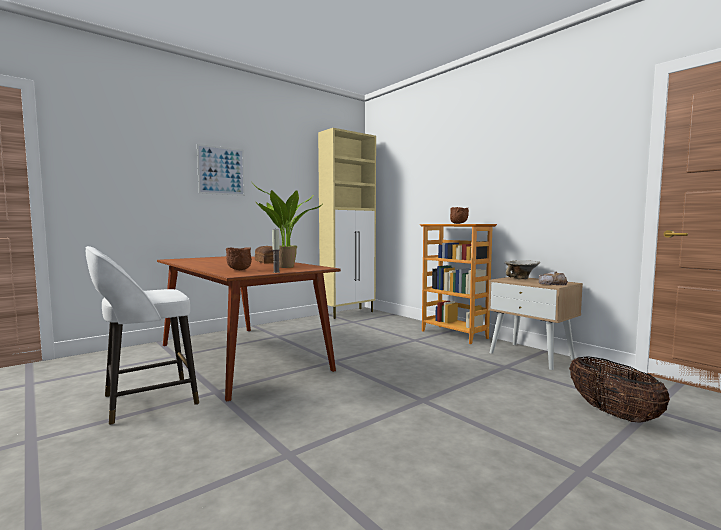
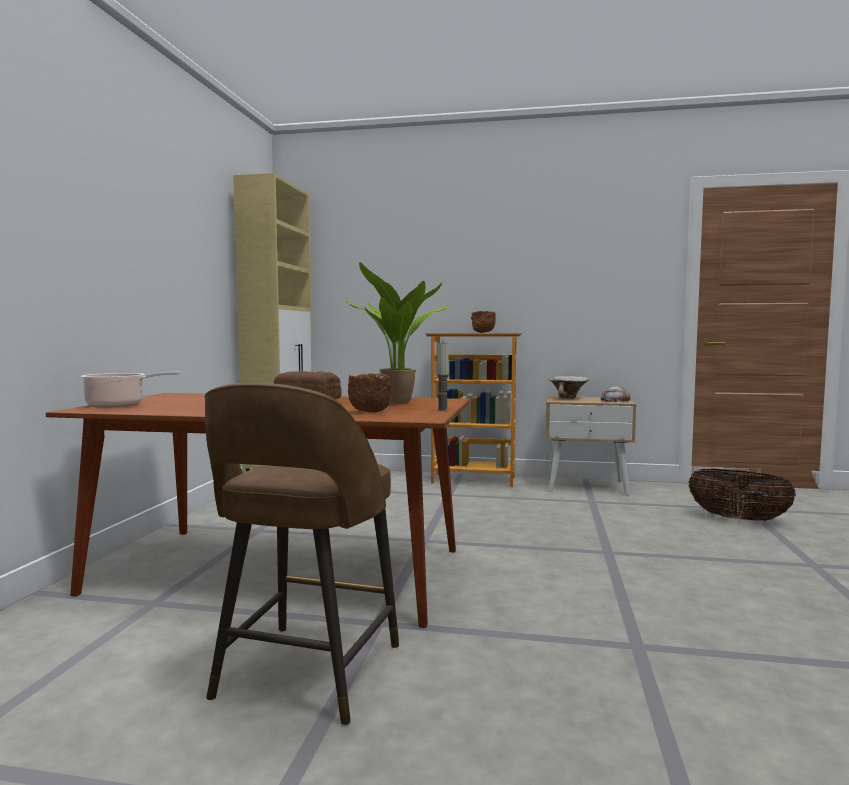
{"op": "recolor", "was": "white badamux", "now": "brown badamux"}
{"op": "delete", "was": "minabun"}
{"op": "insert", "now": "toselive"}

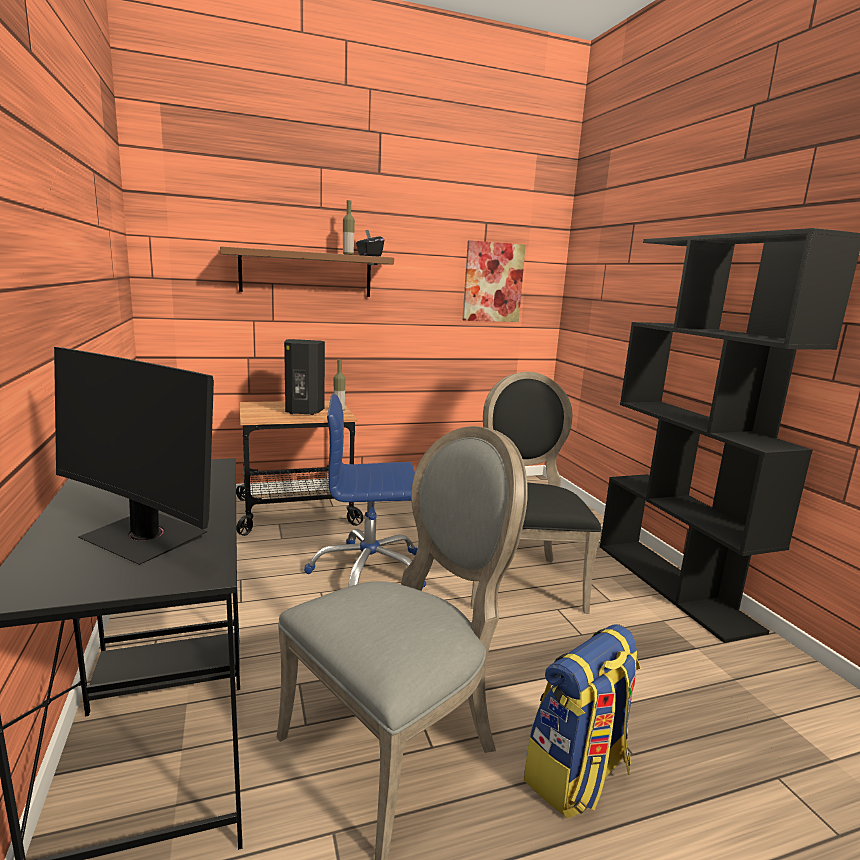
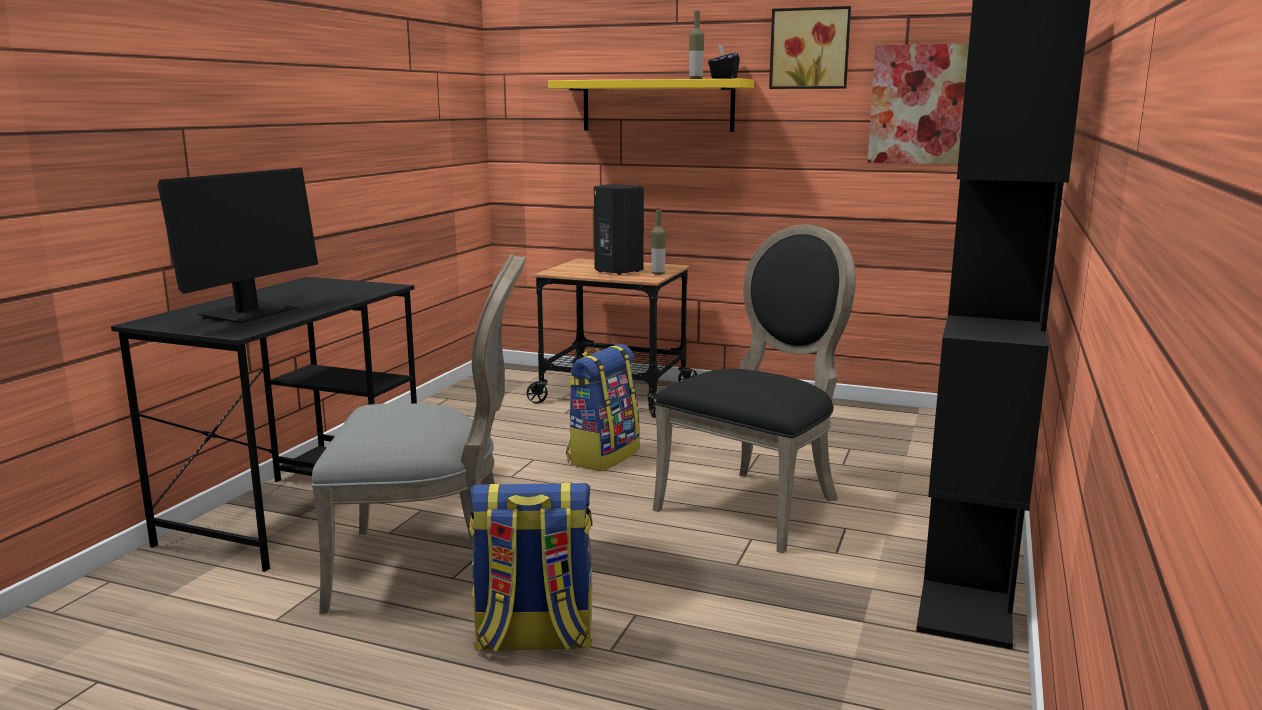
{"op": "rotate", "was": "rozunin", "clockwise": -135}
{"op": "recolor", "was": "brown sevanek", "now": "yellow sevanek"}
{"op": "replace", "was": "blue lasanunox", "now": "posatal (2nd from left)"}
{"op": "insert", "now": "minabun (1st from left)"}

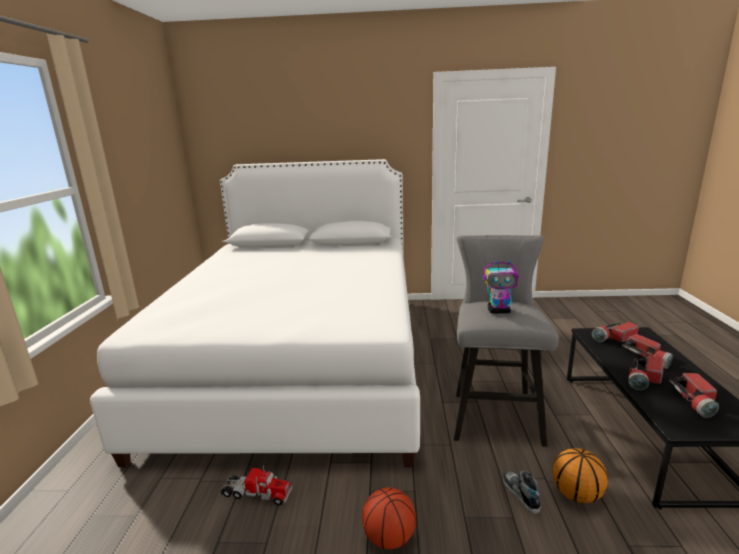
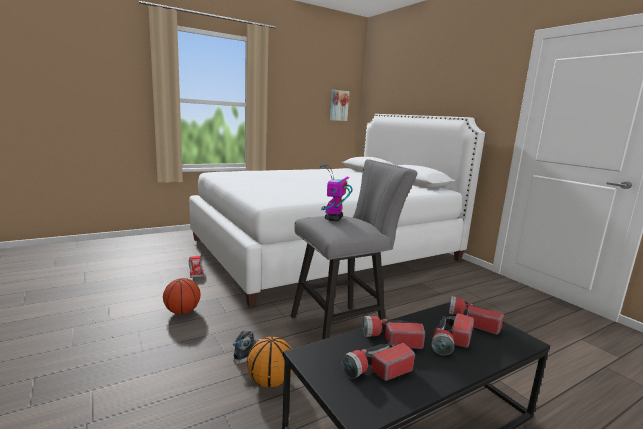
{"op": "rotate", "was": "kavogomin", "clockwise": 45}
{"op": "insert", "now": "minabun"}

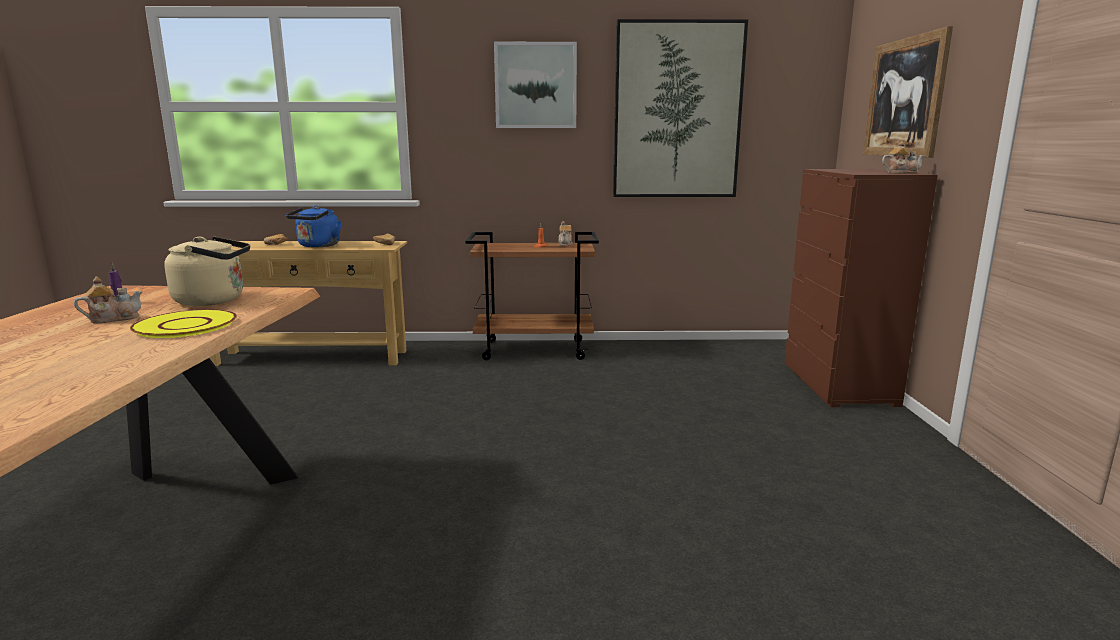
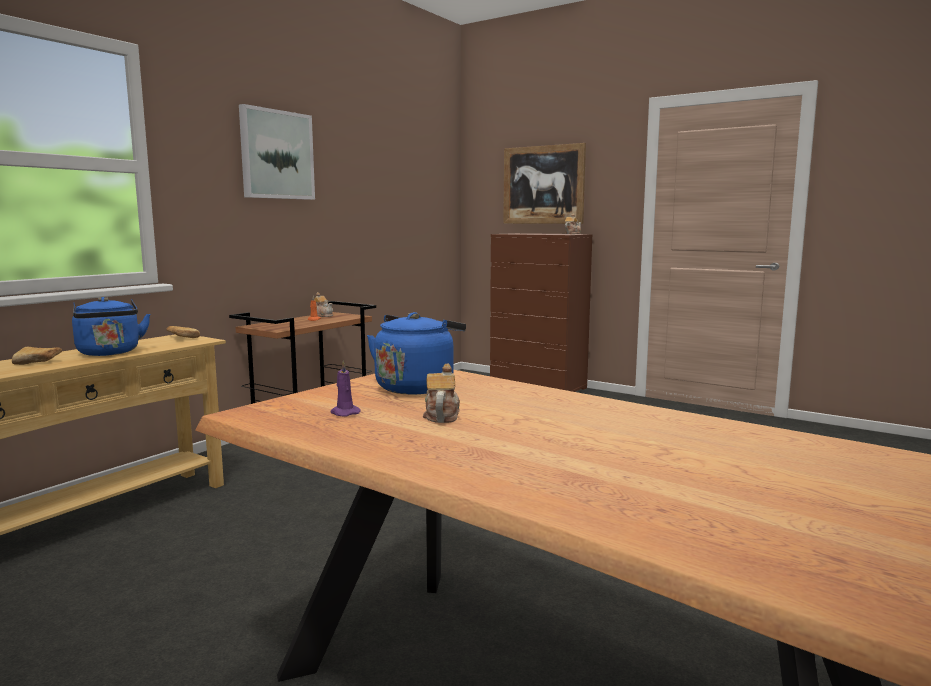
{"op": "delete", "was": "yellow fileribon"}
{"op": "recolor", "was": "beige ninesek", "now": "blue ninesek (2nd from left)"}
{"op": "delete", "was": "minabun (2nd from left)"}

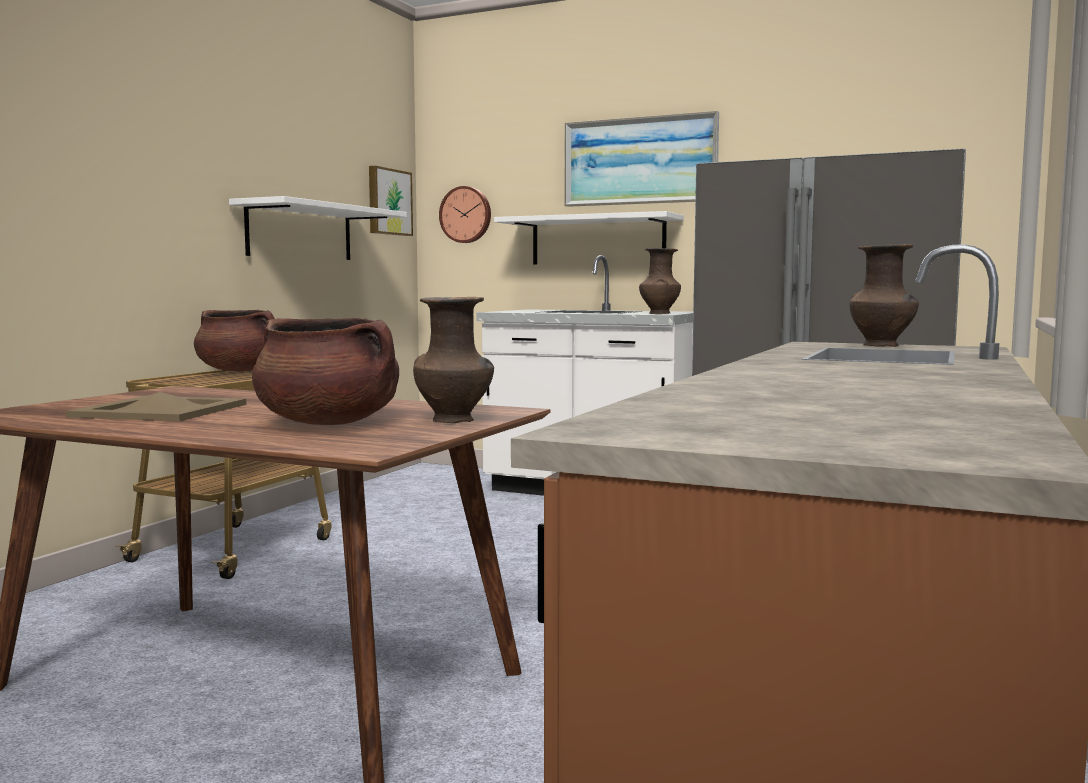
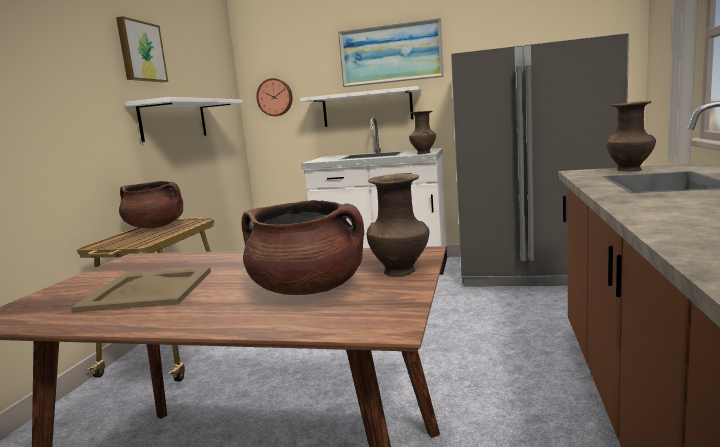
{"op": "move", "was": "minabun (1st from left)"}

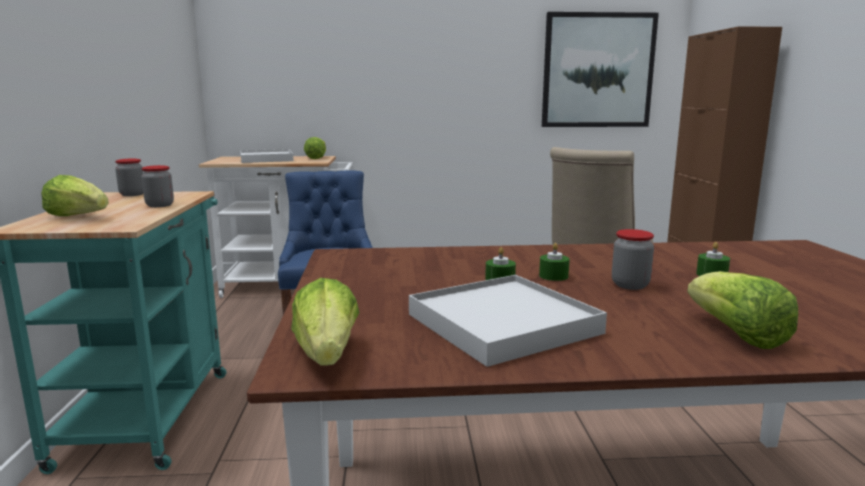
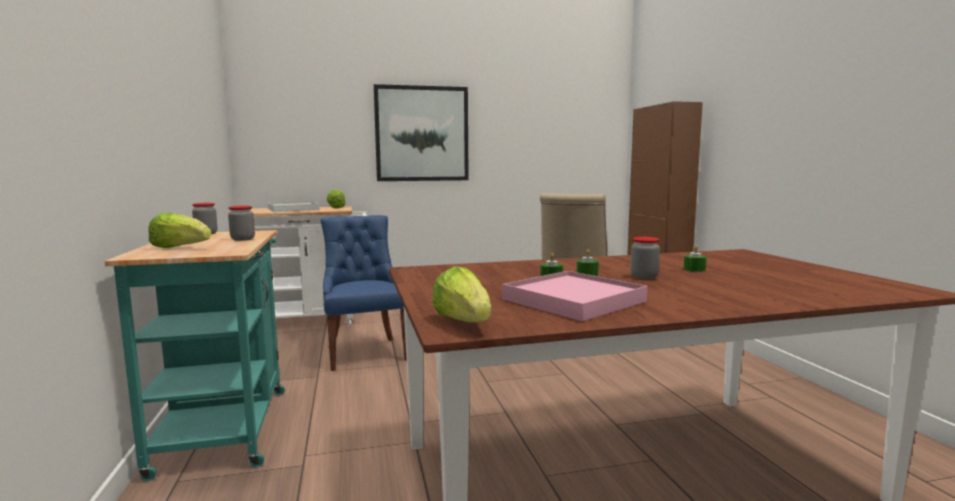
{"op": "recolor", "was": "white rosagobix (2nd from left)", "now": "pink rosagobix"}
{"op": "move", "was": "minabun"}
{"op": "delete", "was": "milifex (4th from left)"}

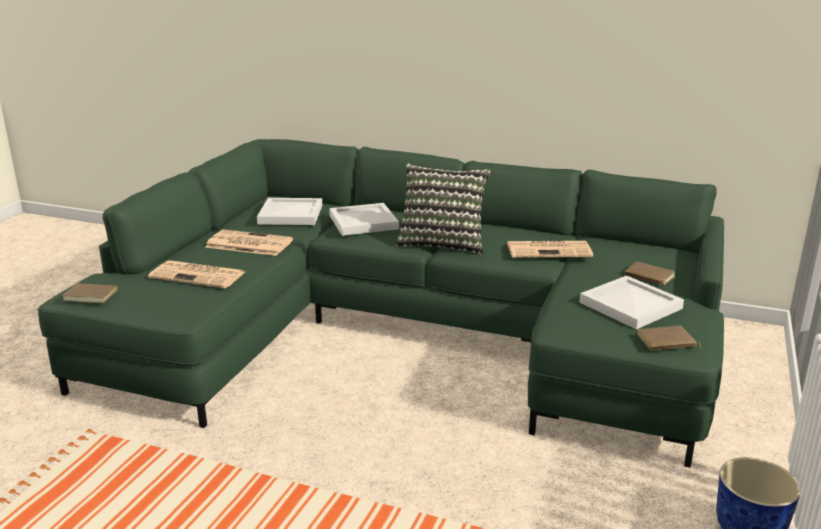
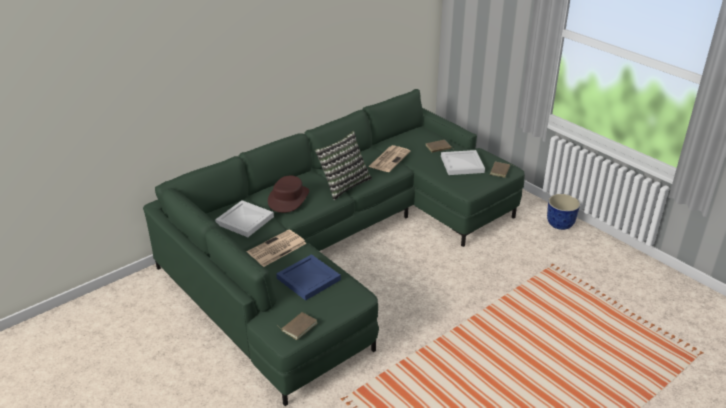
{"op": "replace", "was": "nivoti (1st from left)", "now": "blue rosagobix"}
{"op": "replace", "was": "white rosagobix (2nd from left)", "now": "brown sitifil"}

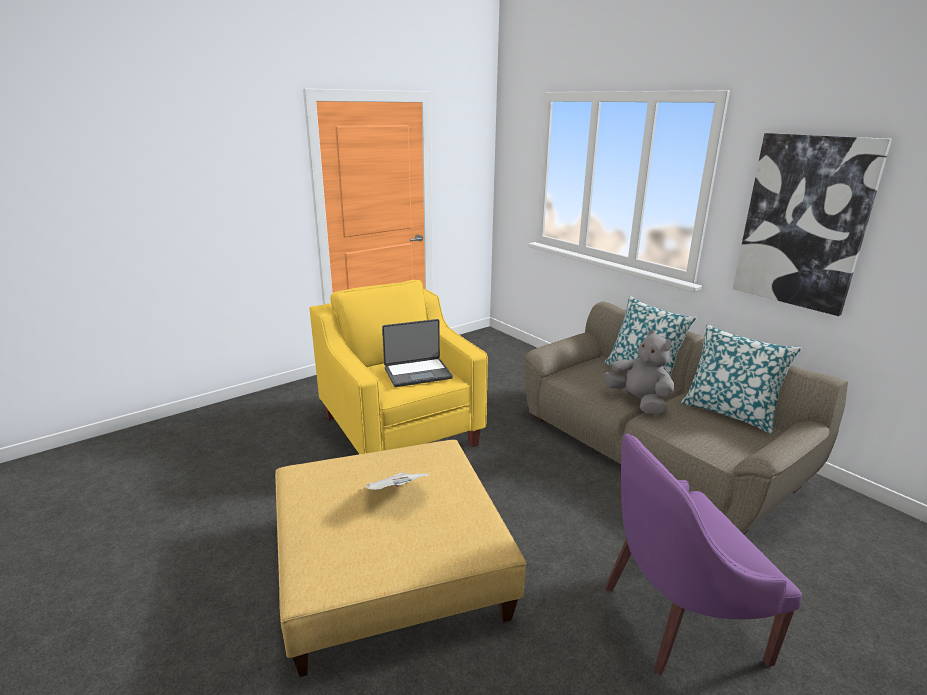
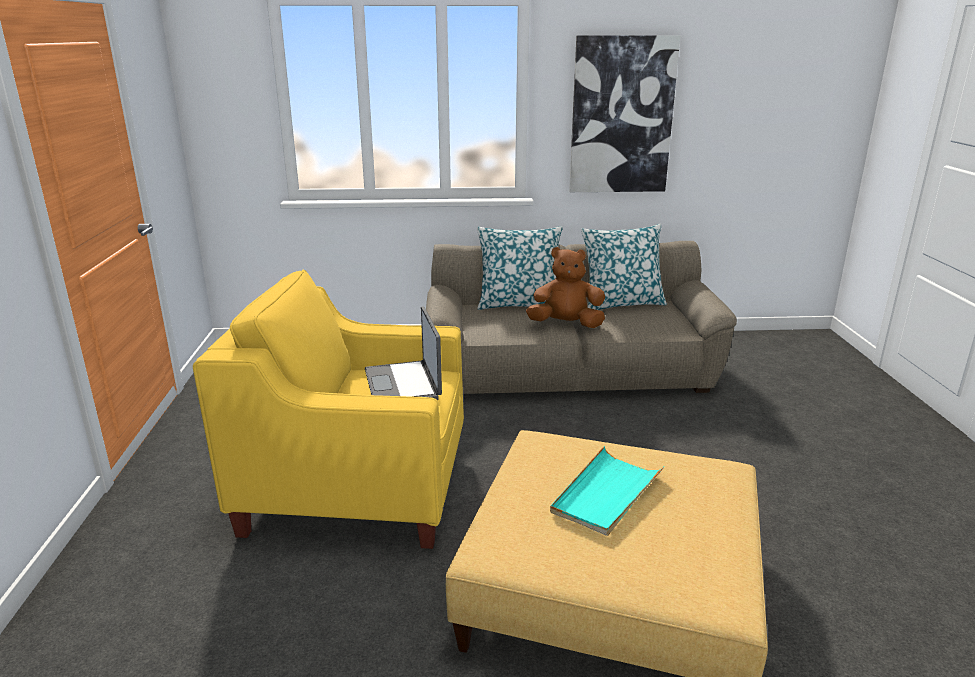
{"op": "replace", "was": "nivoti", "now": "turquoise rosagobix"}
{"op": "rotate", "was": "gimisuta", "clockwise": 150}
{"op": "recolor", "was": "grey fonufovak", "now": "brown fonufovak"}
{"op": "delete", "was": "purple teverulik"}

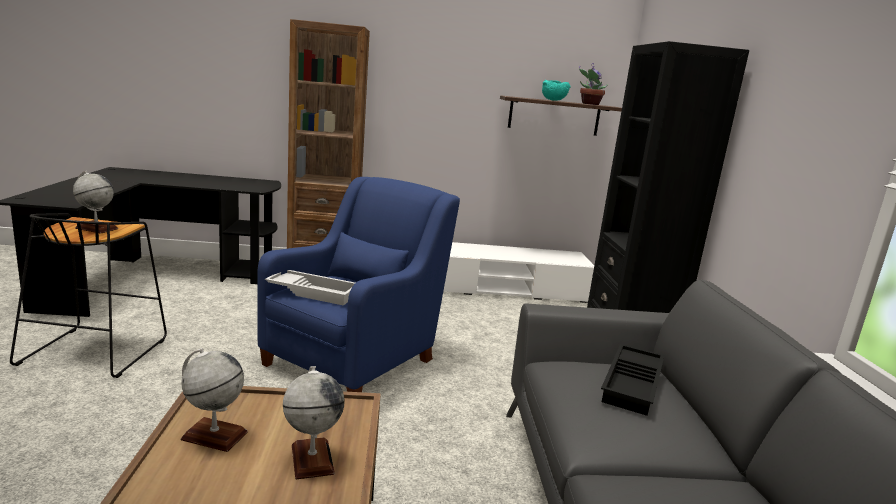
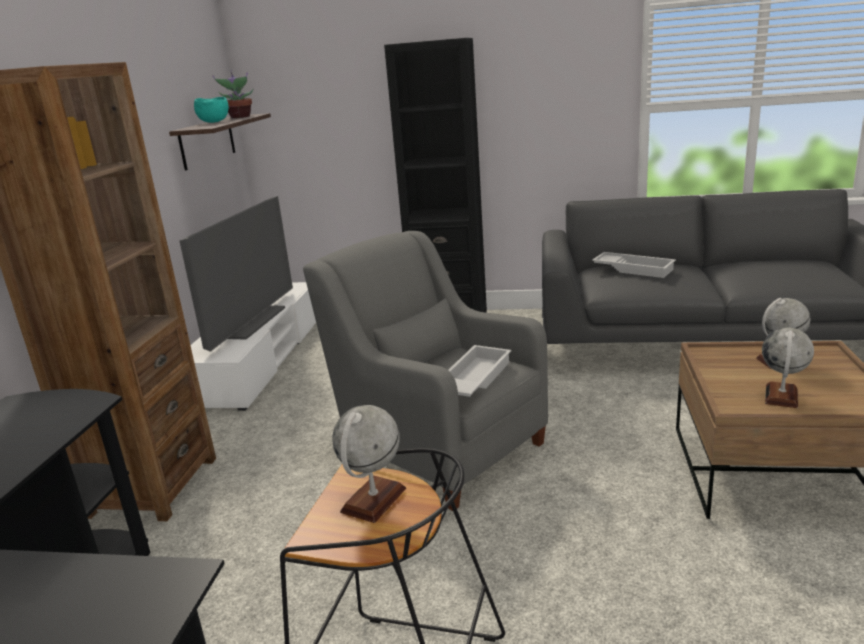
{"op": "recolor", "was": "blue teverulik", "now": "grey teverulik"}
{"op": "recolor", "was": "black rosagobix", "now": "white rosagobix (2nd from left)"}
{"op": "insert", "now": "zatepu"}

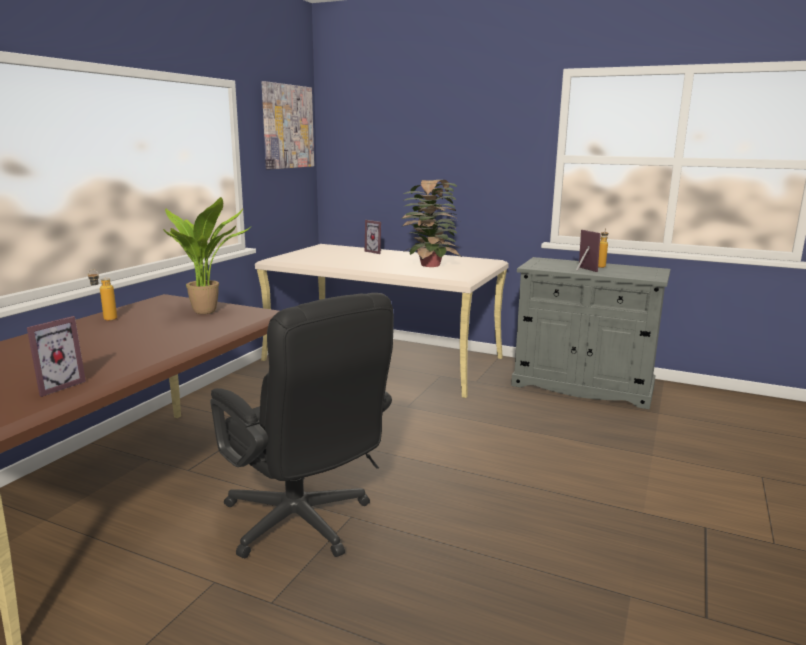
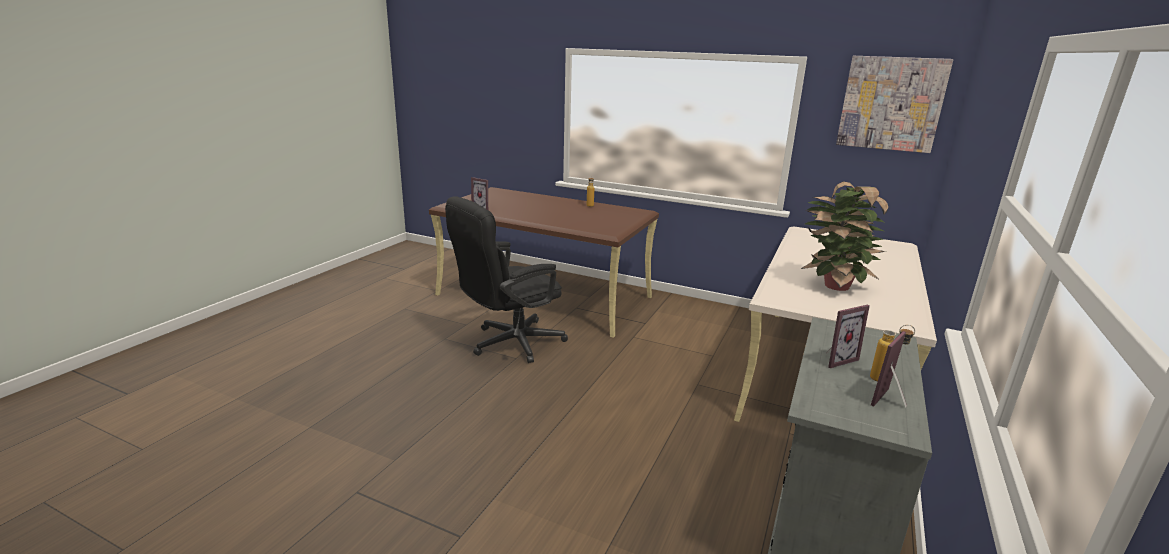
{"op": "delete", "was": "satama (1st from left)"}
{"op": "move", "was": "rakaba (2nd from left in the first image)", "now": "rakaba (3rd from left)"}

